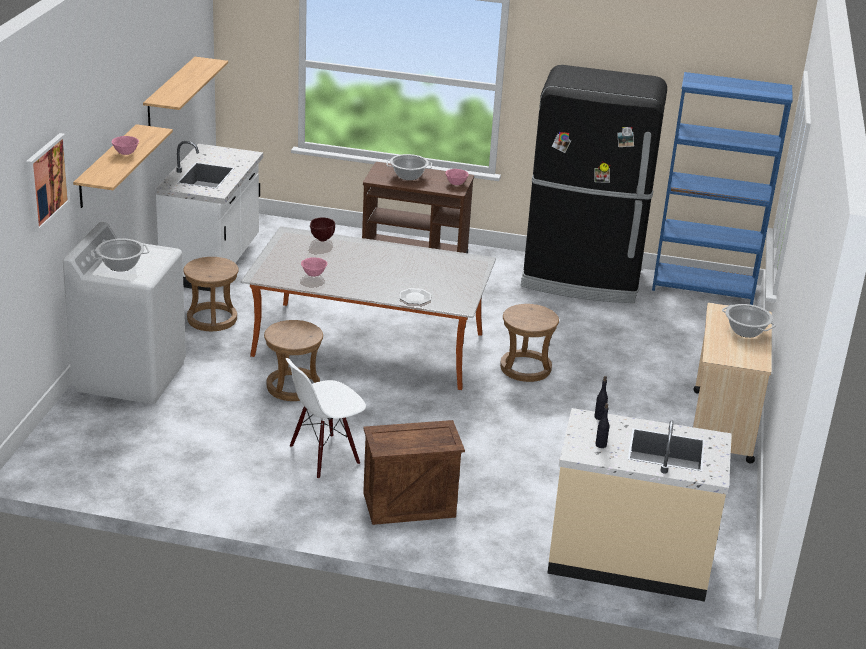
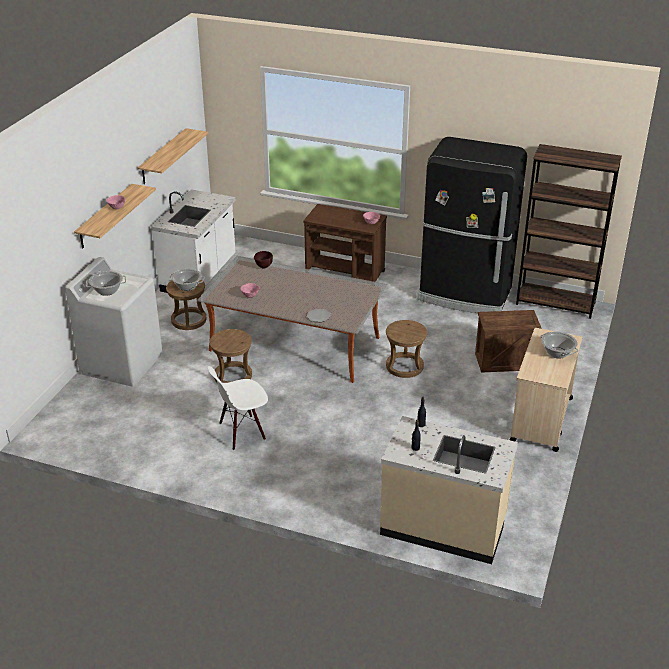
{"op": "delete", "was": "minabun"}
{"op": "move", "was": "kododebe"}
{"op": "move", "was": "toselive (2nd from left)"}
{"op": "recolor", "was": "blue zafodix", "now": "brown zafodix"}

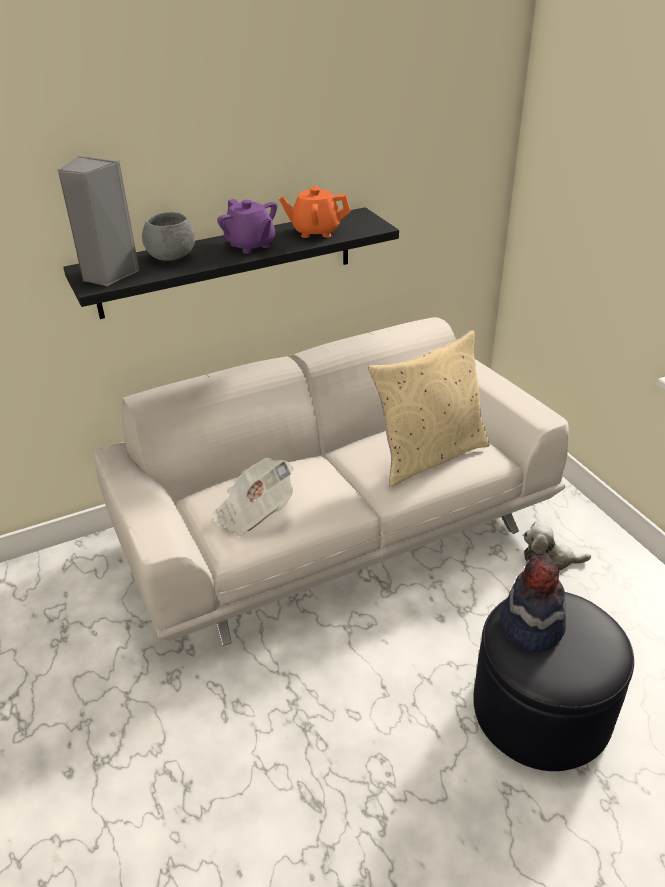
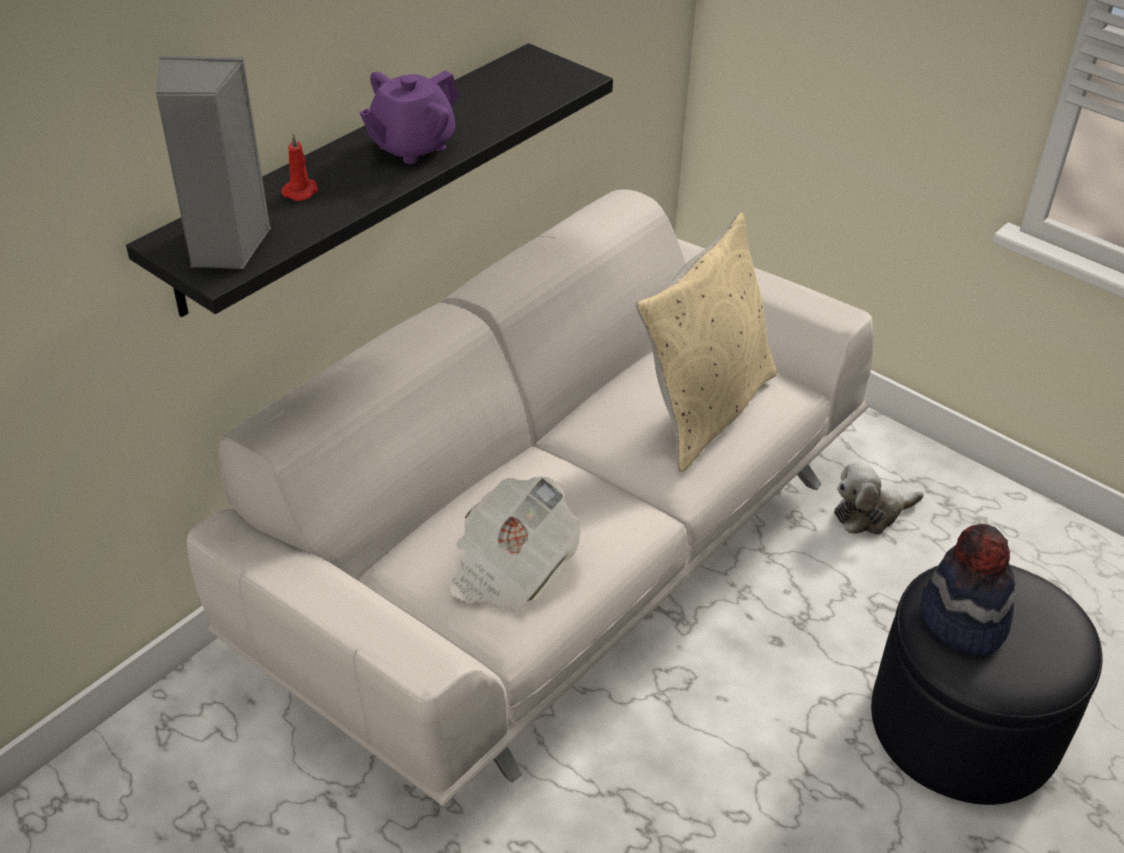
{"op": "replace", "was": "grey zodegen", "now": "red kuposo"}
{"op": "rotate", "was": "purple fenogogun", "clockwise": 105}
{"op": "delete", "was": "orange fenogogun"}

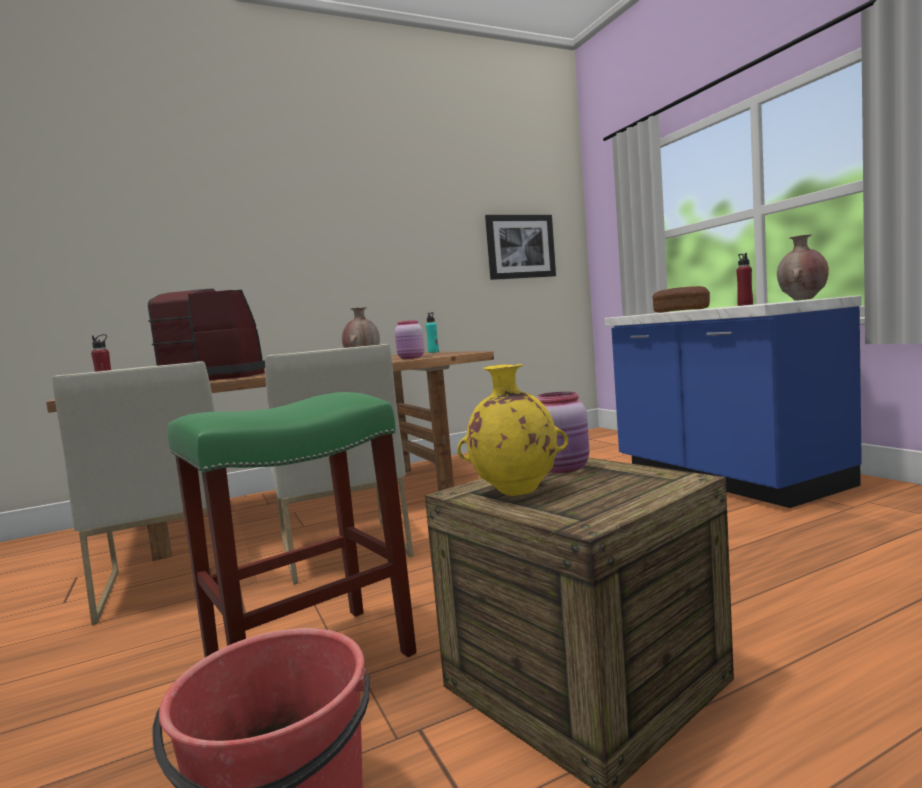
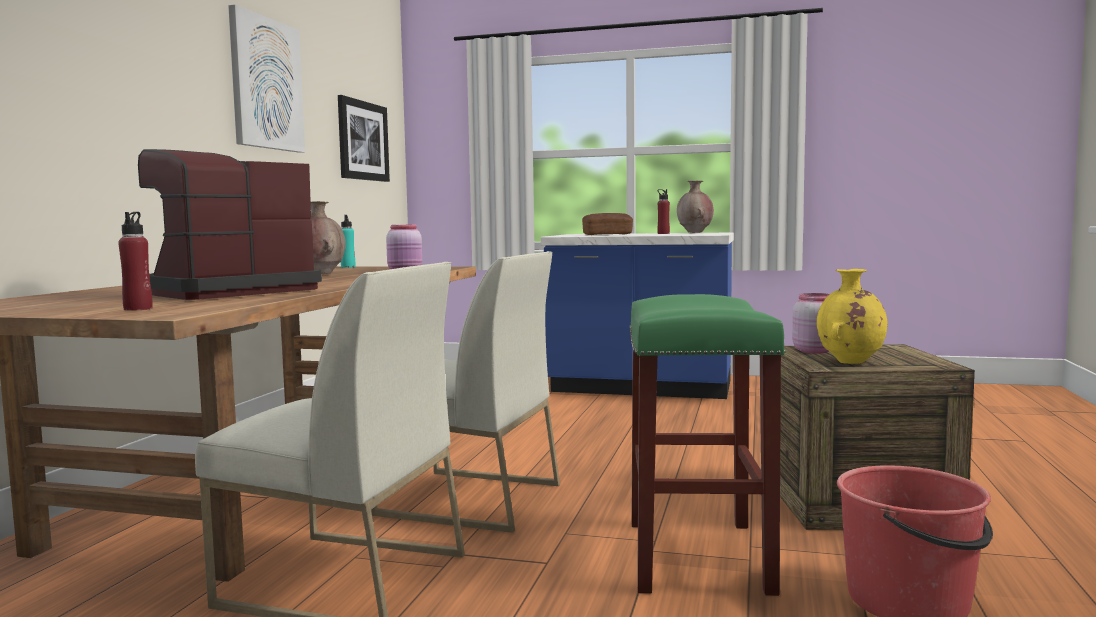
{"op": "insert", "now": "minabun (1st from left)"}

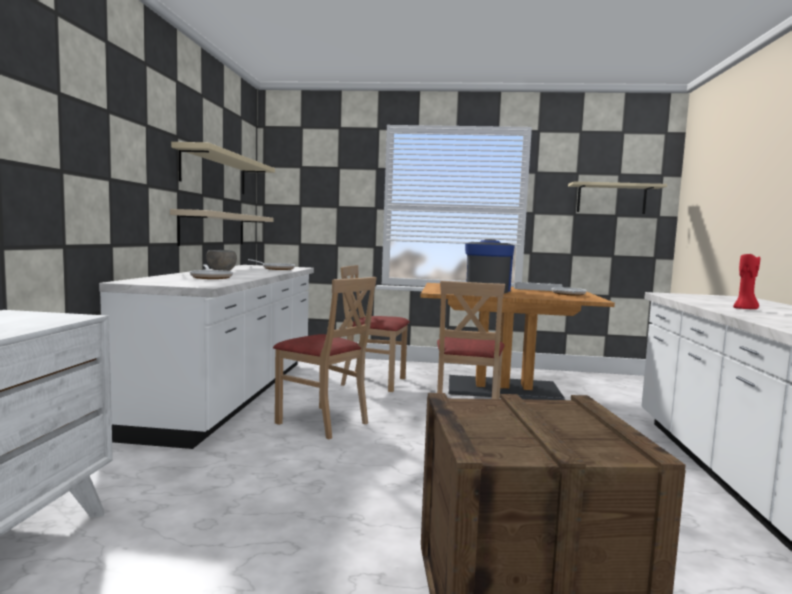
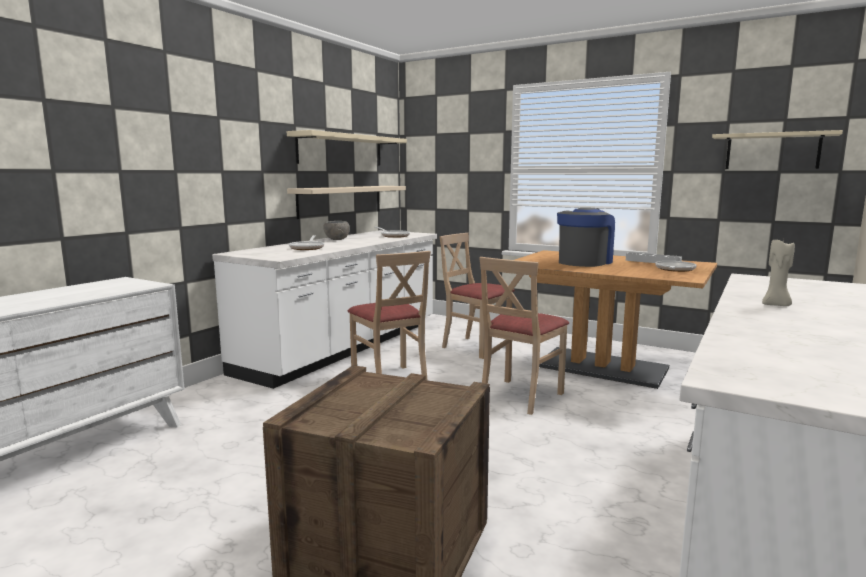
{"op": "recolor", "was": "red kuposo", "now": "beige kuposo"}

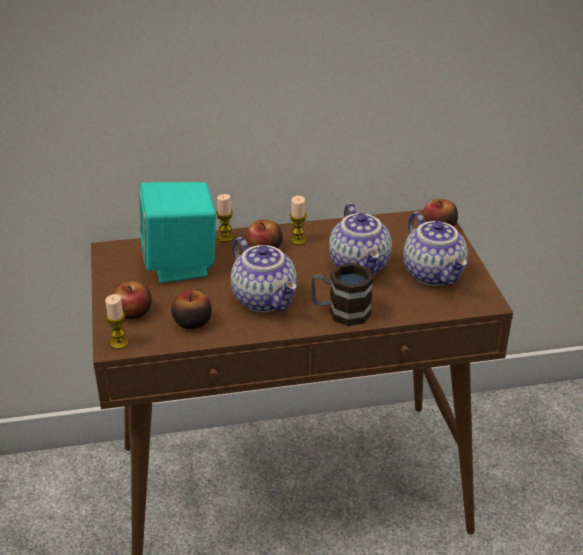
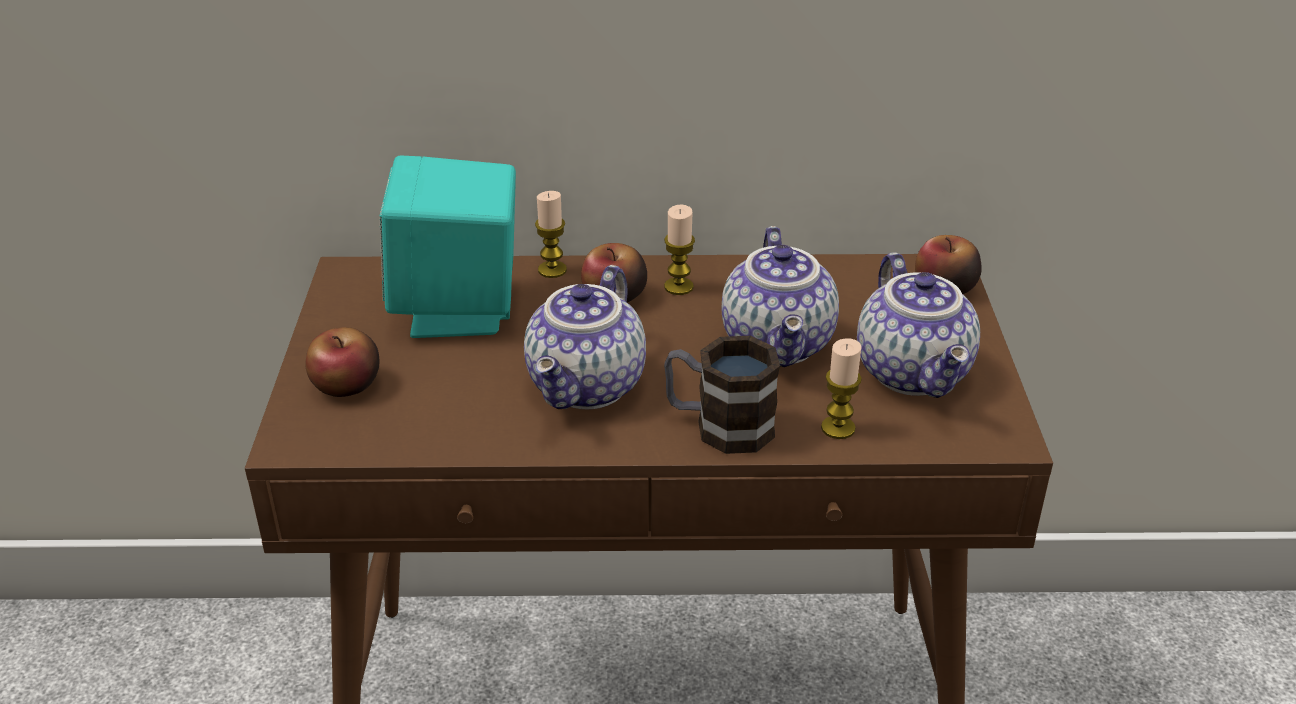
{"op": "move", "was": "kuposo (1st from left in the first image)", "now": "kuposo (3rd from left)"}
{"op": "delete", "was": "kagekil (2nd from left)"}
{"op": "rotate", "was": "fenogogun (1st from left)", "clockwise": 45}

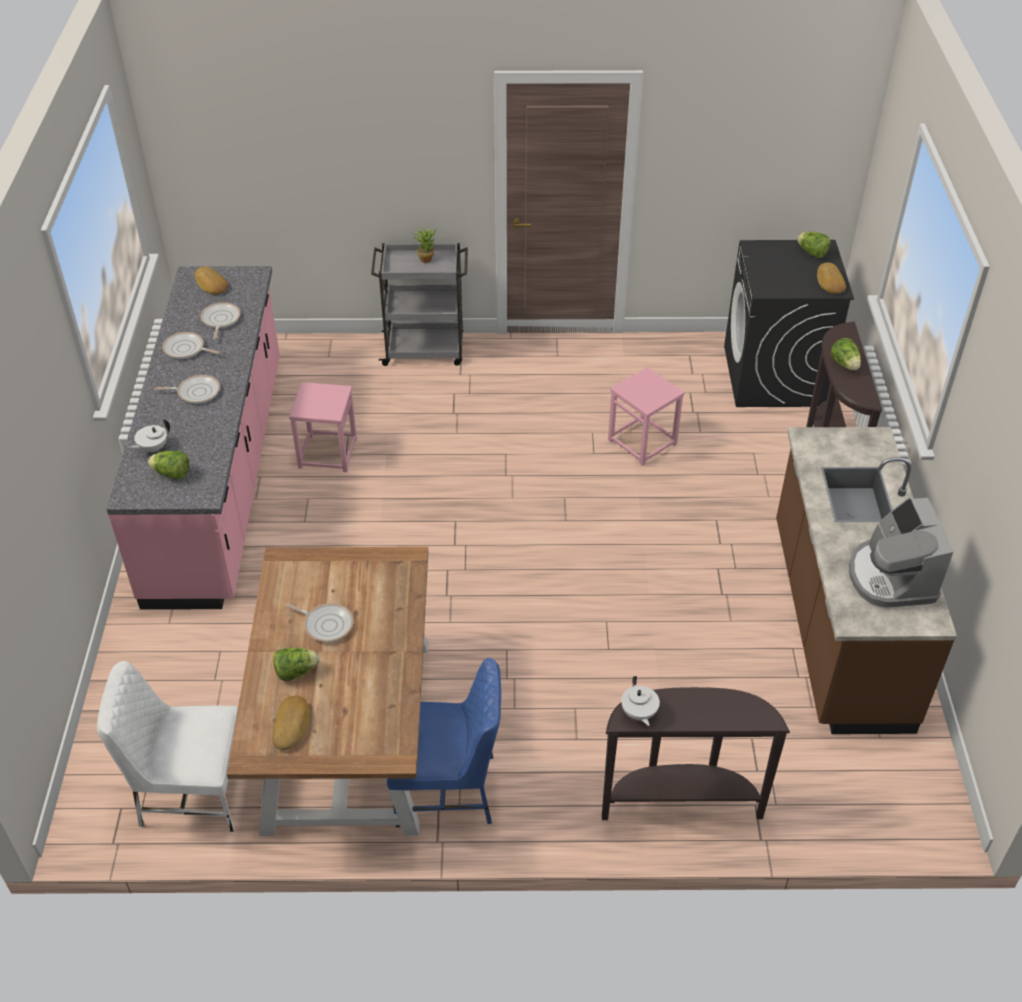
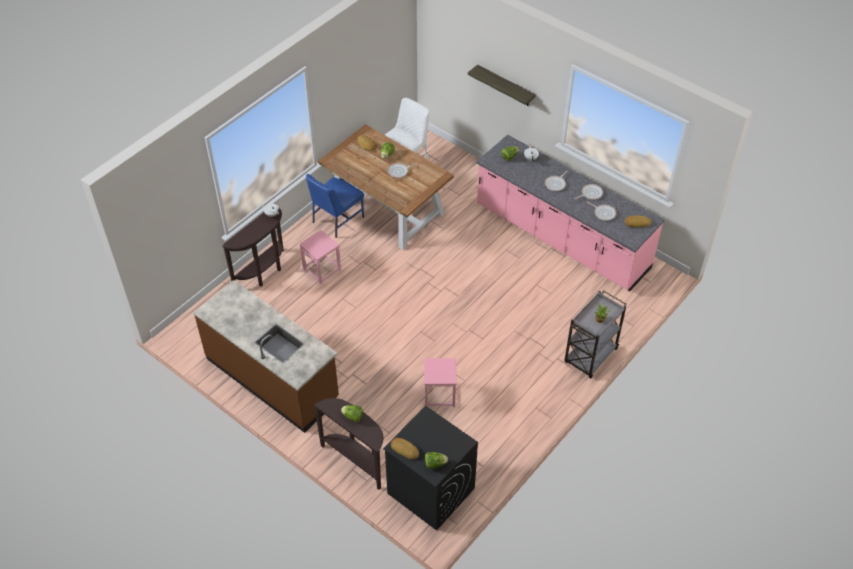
{"op": "move", "was": "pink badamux (1st from left)"}
{"op": "delete", "was": "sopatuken"}
{"op": "insert", "now": "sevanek"}

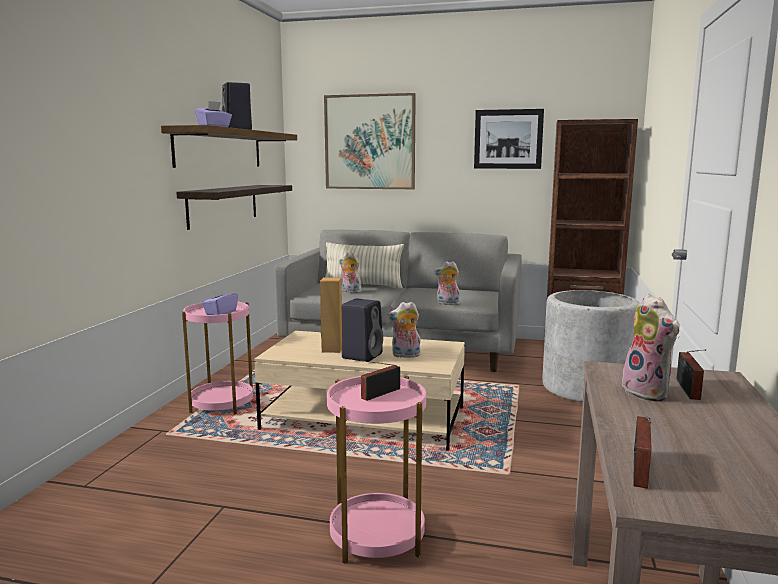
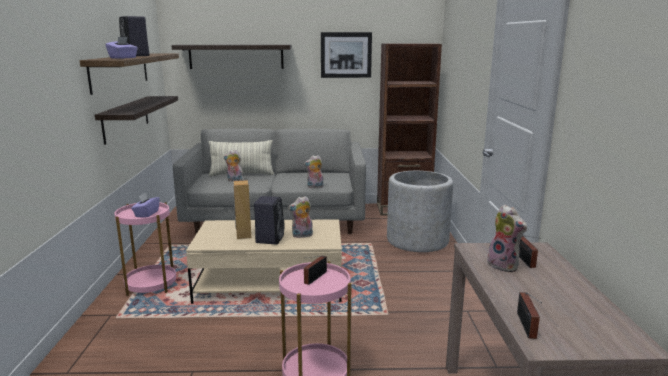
{"op": "replace", "was": "minabun (1st from left)", "now": "sevanek (3rd from left)"}

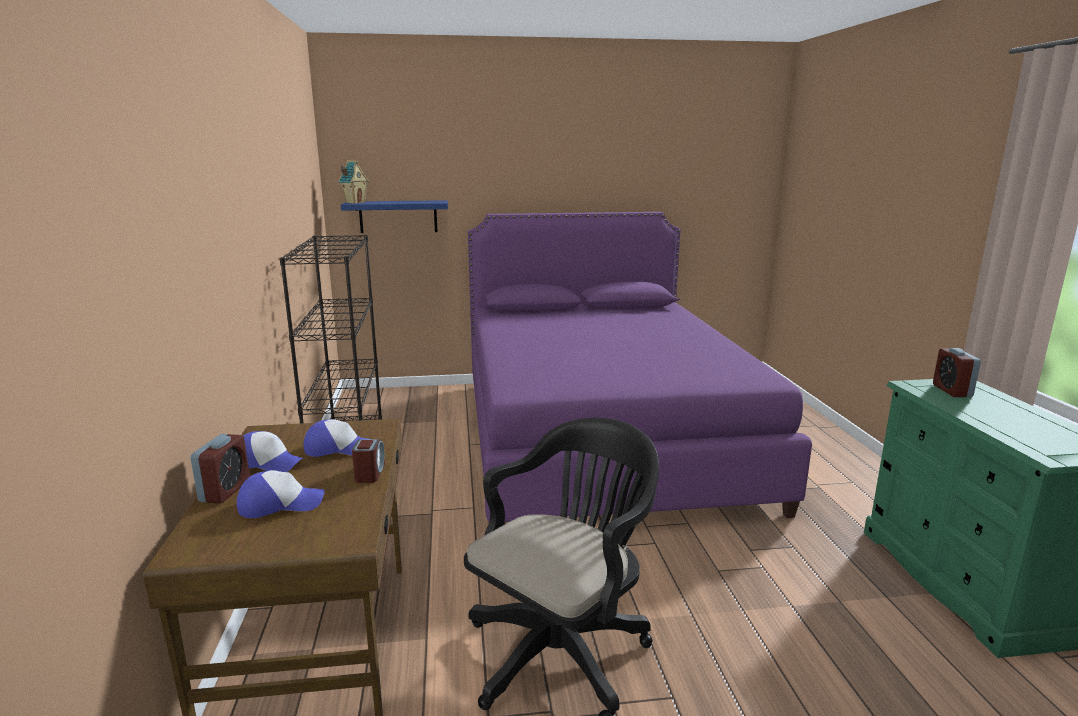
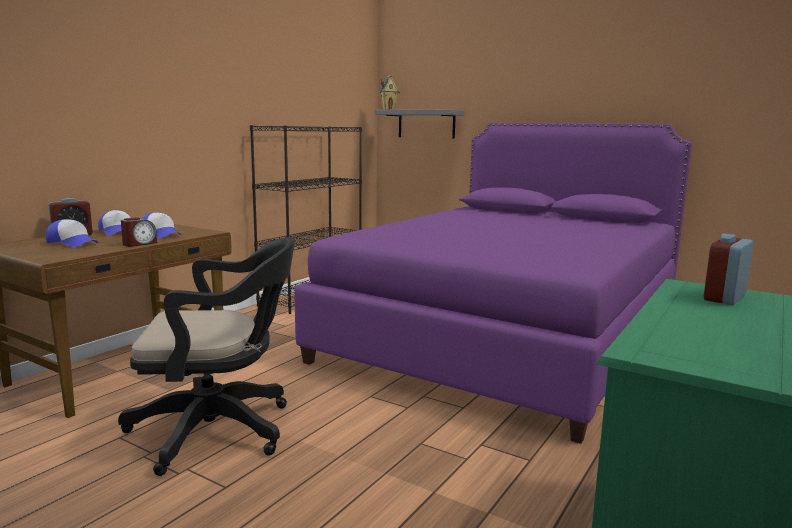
{"op": "recolor", "was": "blue sevanek", "now": "grey sevanek"}

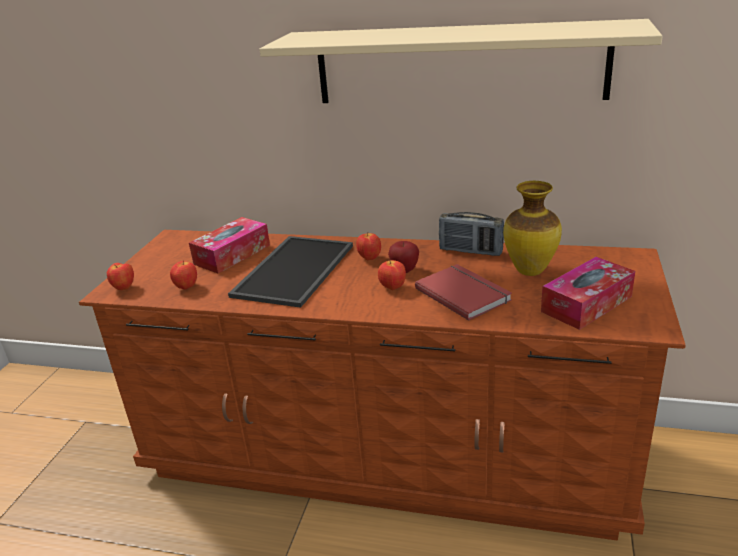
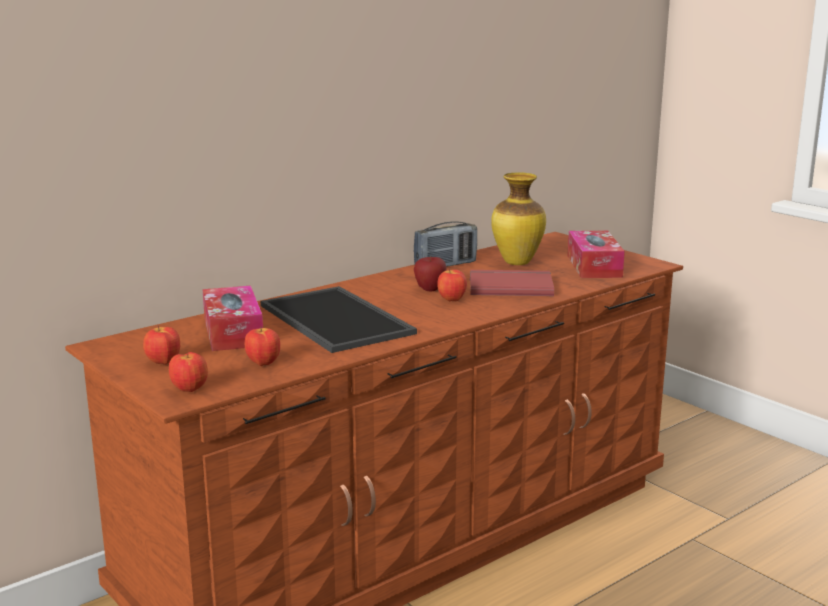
{"op": "delete", "was": "beige sevanek"}
{"op": "move", "was": "kagekil (3rd from left in the first image)", "now": "kagekil (1st from left)"}

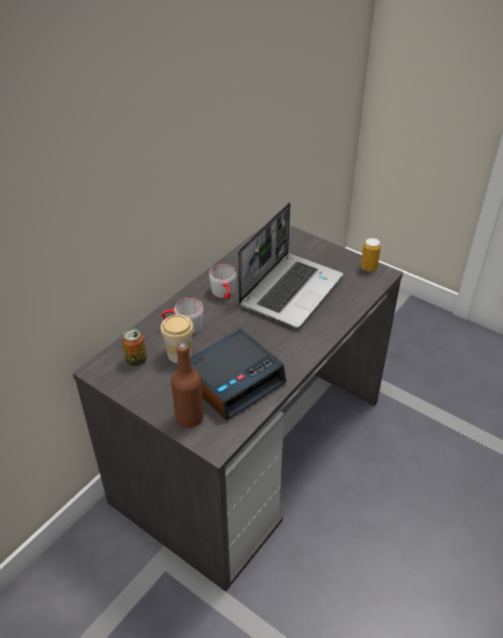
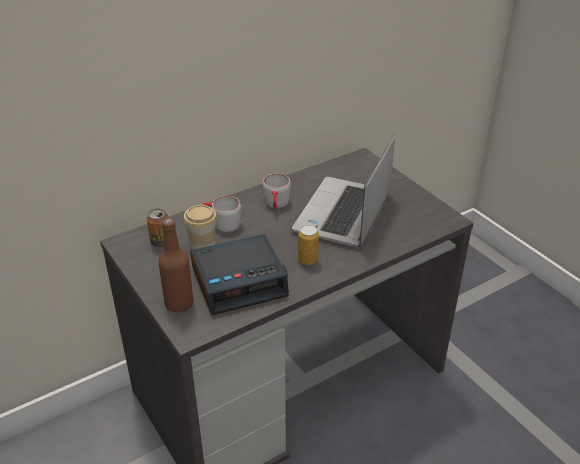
{"op": "rotate", "was": "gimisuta", "clockwise": 150}
{"op": "move", "was": "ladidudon (2nd from left)"}

